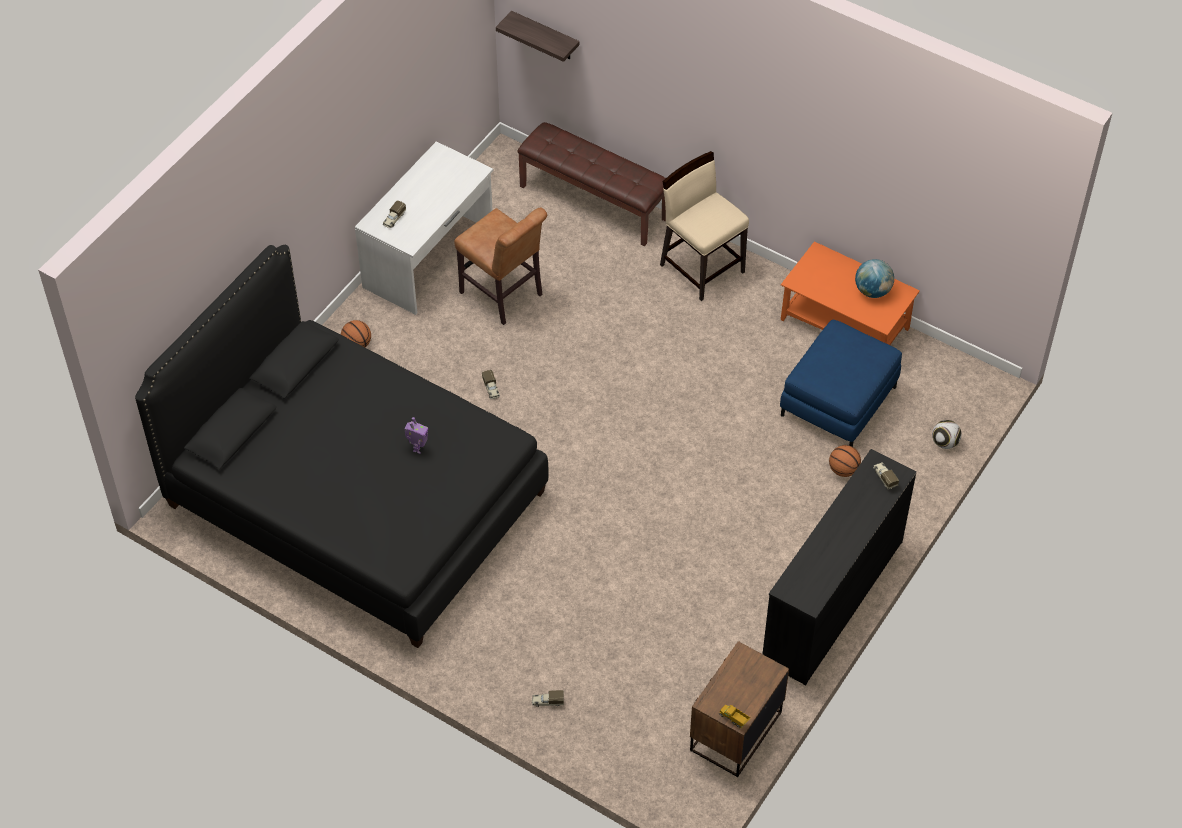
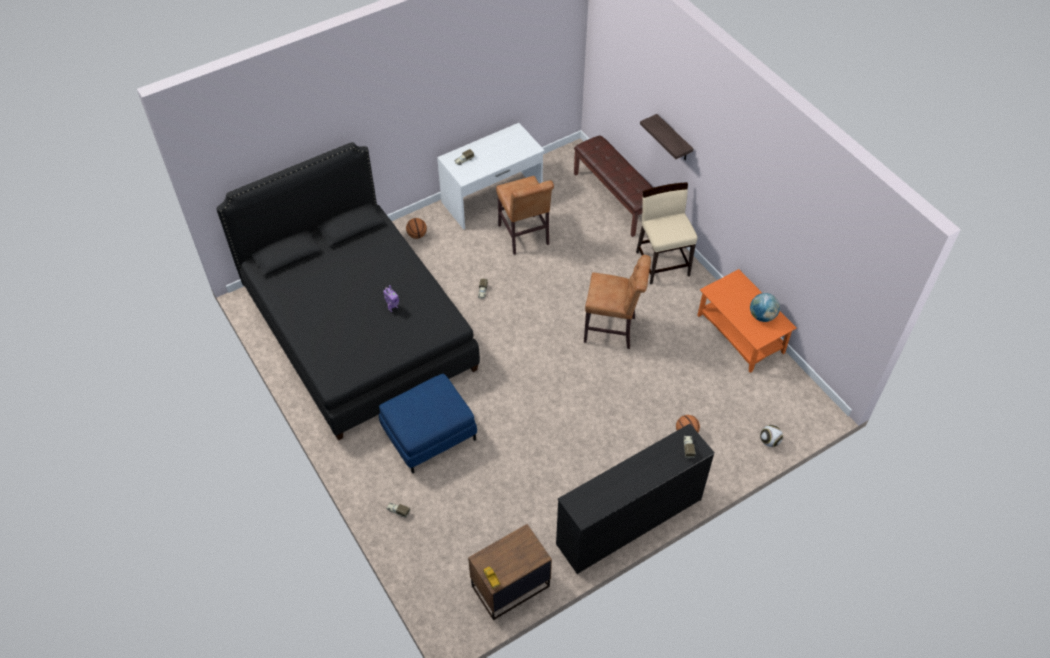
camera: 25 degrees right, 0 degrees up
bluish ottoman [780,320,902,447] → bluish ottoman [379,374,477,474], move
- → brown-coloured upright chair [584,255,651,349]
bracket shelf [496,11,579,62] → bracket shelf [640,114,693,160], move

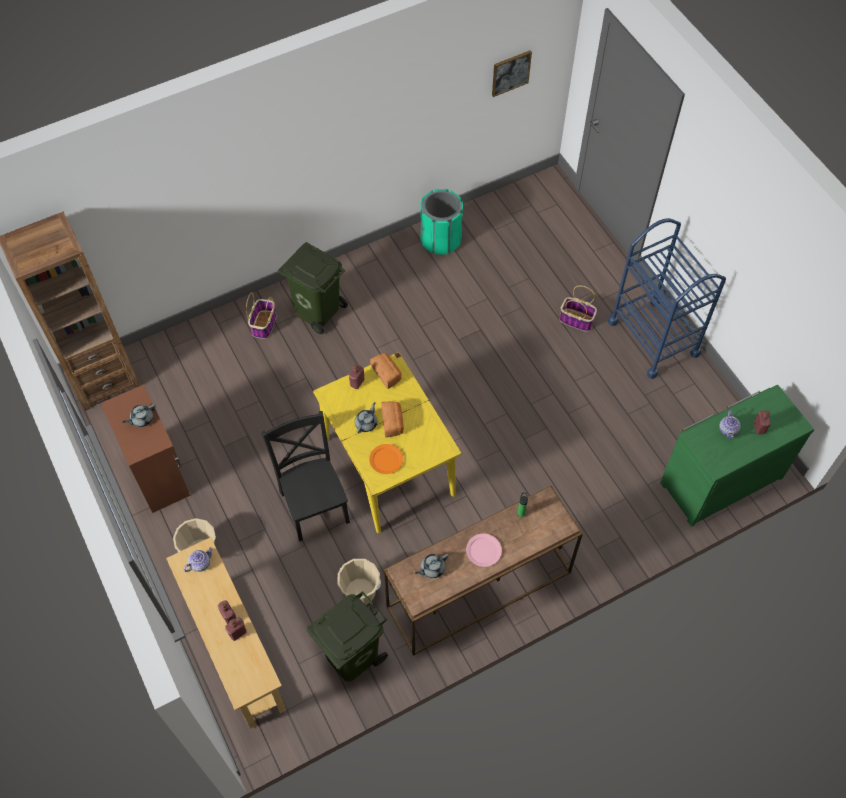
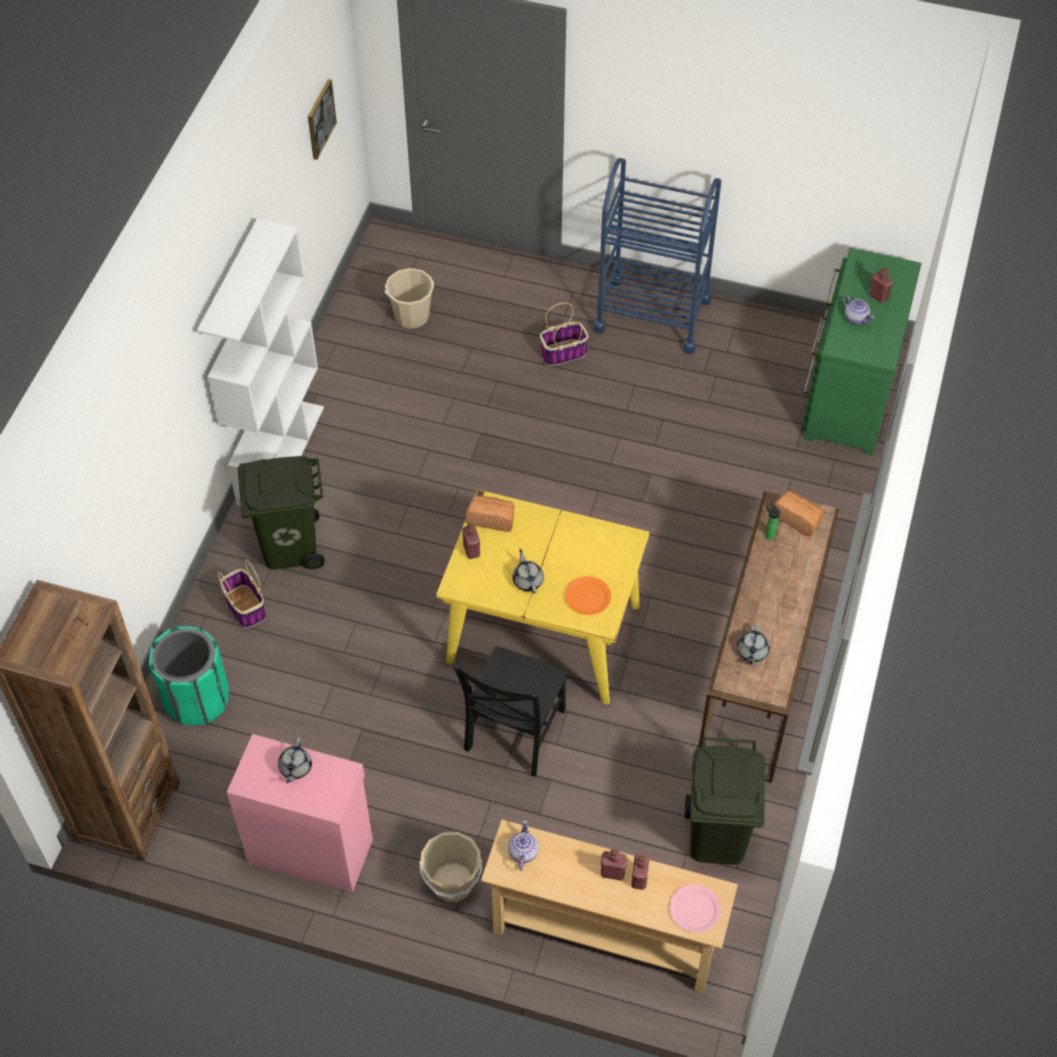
camera: 45 degrees left, 5 degrees down
green rubbish bin [420,189,463,255] → green rubbish bin [149,626,229,725], move
- → whitish shelving unit [197,219,324,506]
brown-coloured cabinet [101,384,190,513] → pinkish cabinet [227,734,373,893]
beige bucket [337,559,381,605] → beige bucket [384,268,434,329], move
black-coloured upright chair [261,411,350,542] → black-coloured upright chair [452,646,568,776], 90 degrees counterclockwise
pinkish plate [466,533,502,567] → pinkish plate [670,884,721,933], move
baked bread [381,401,404,438] → baked bread [774,491,823,537], move

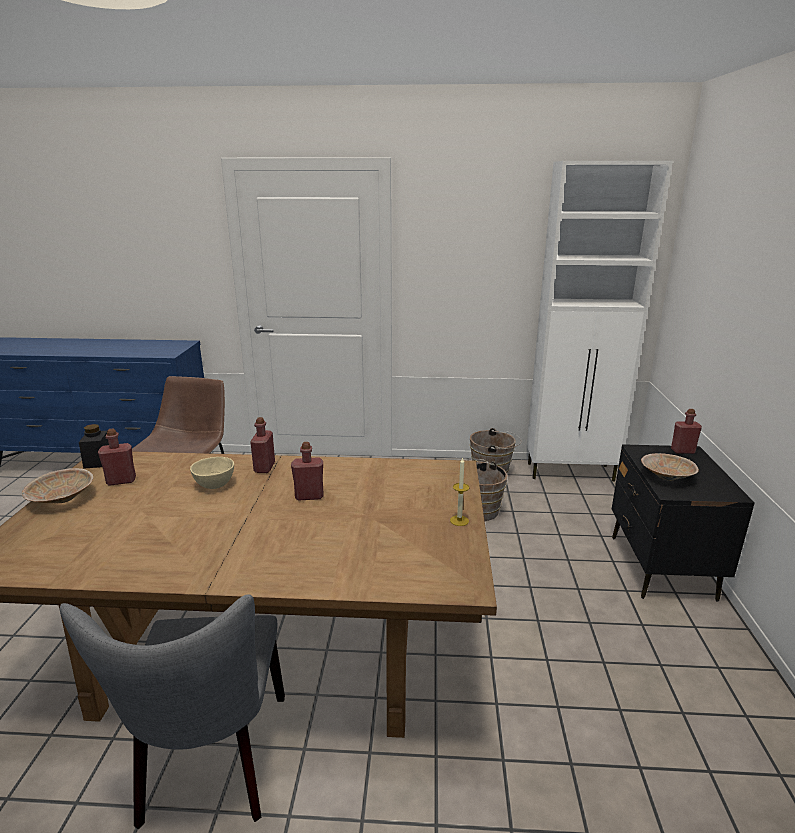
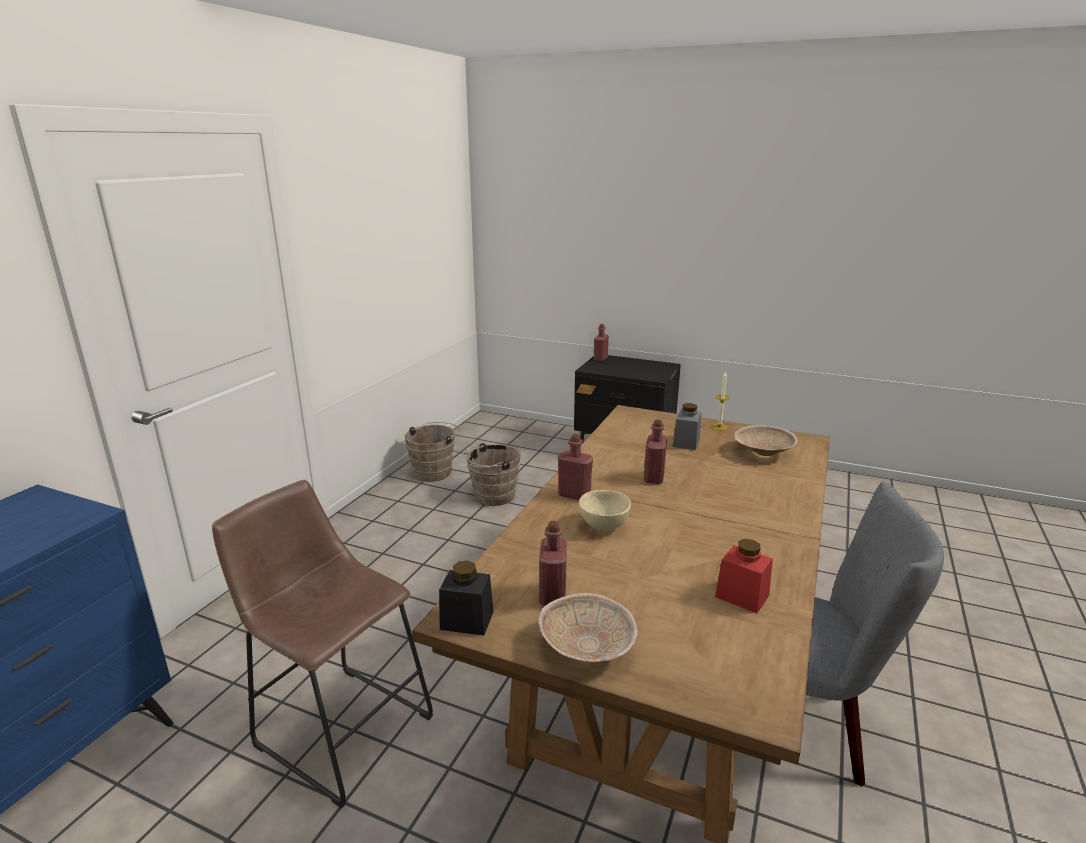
camera: 70 degrees left, 0 degrees up
- → greyish preserve jar [673,403,702,450]
- → reddish preserve jar [715,539,773,613]
beige bowl [641,453,699,481] → beige bowl [734,425,798,456], move
whitish cabinet [527,161,673,481] → -

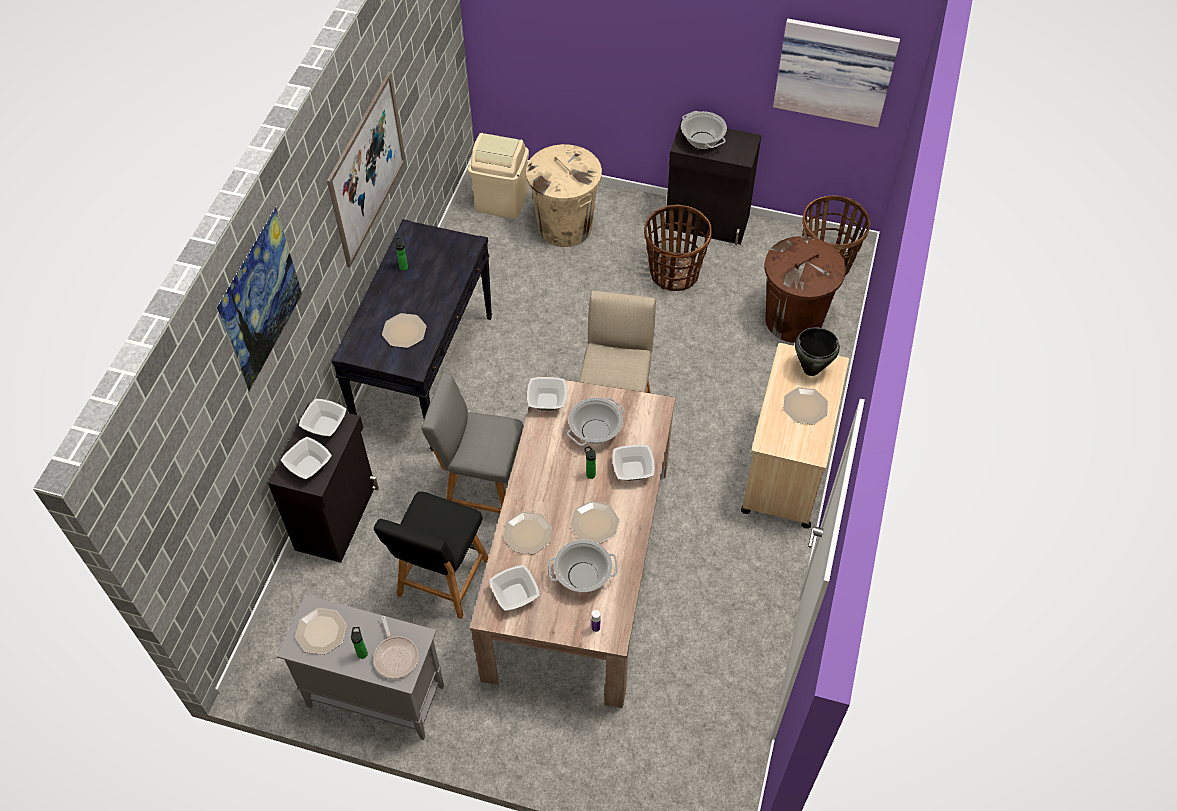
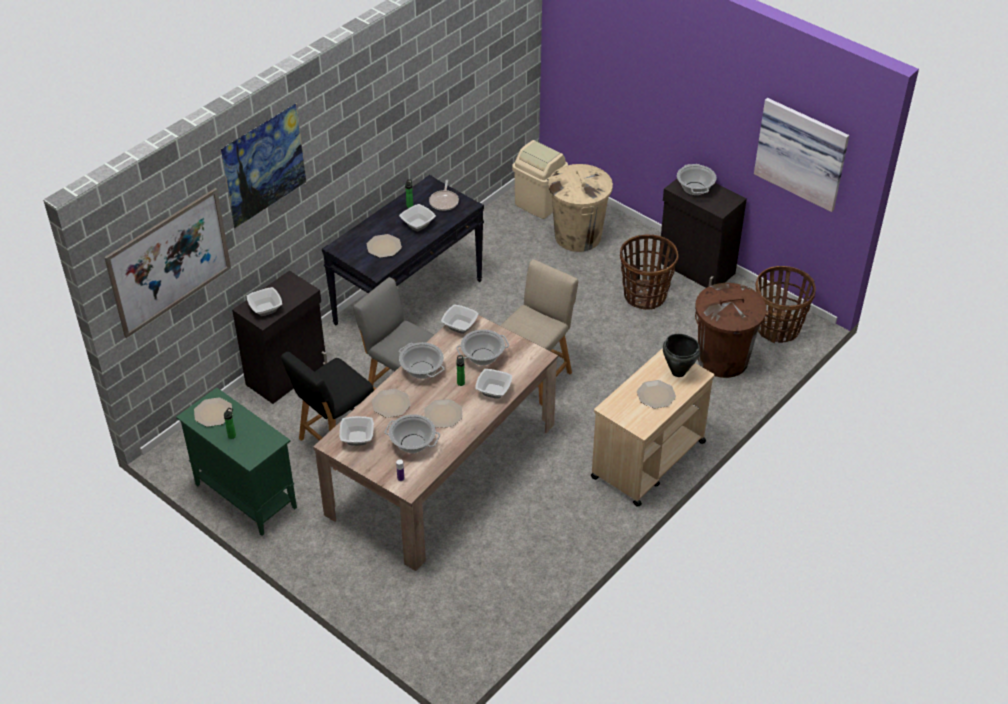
camera: 25 degrees right, 10 degrees down
wall picture [327,71,406,267] → wall picture [104,188,231,338], move
greyish cabinet [277,595,444,740] → green cabinet [176,388,297,536]
bowl [299,399,346,437] → bowl [399,204,436,232], move
- → stockpot [399,342,444,379]
pan [373,616,419,679] → pan [429,180,459,211], move

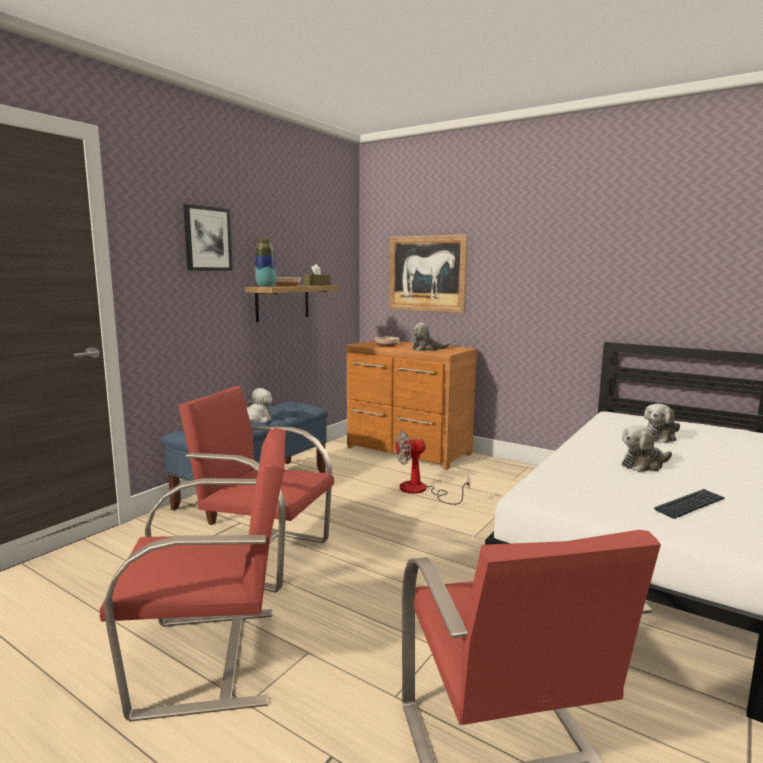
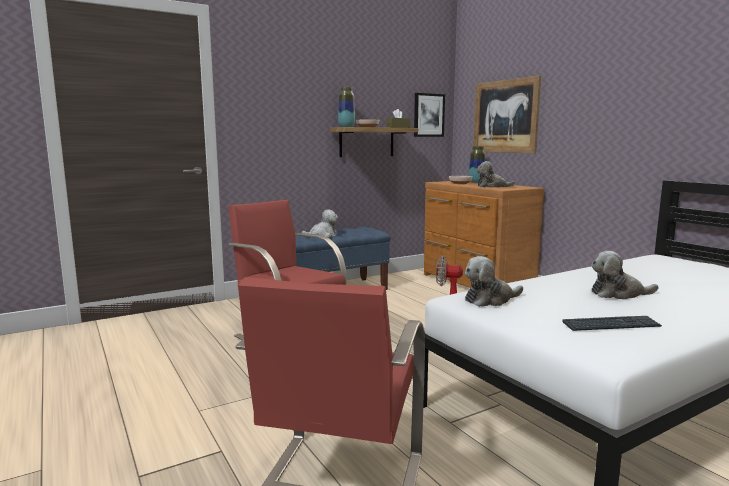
camera: 25 degrees right, 0 degrees up
wall picture [183,204,233,271] → wall picture [414,93,445,137], move
soft toy [644,404,680,443] → soft toy [465,256,523,307], move
- → vase [469,146,485,183]
reddish upright chair [100,428,286,722] → -

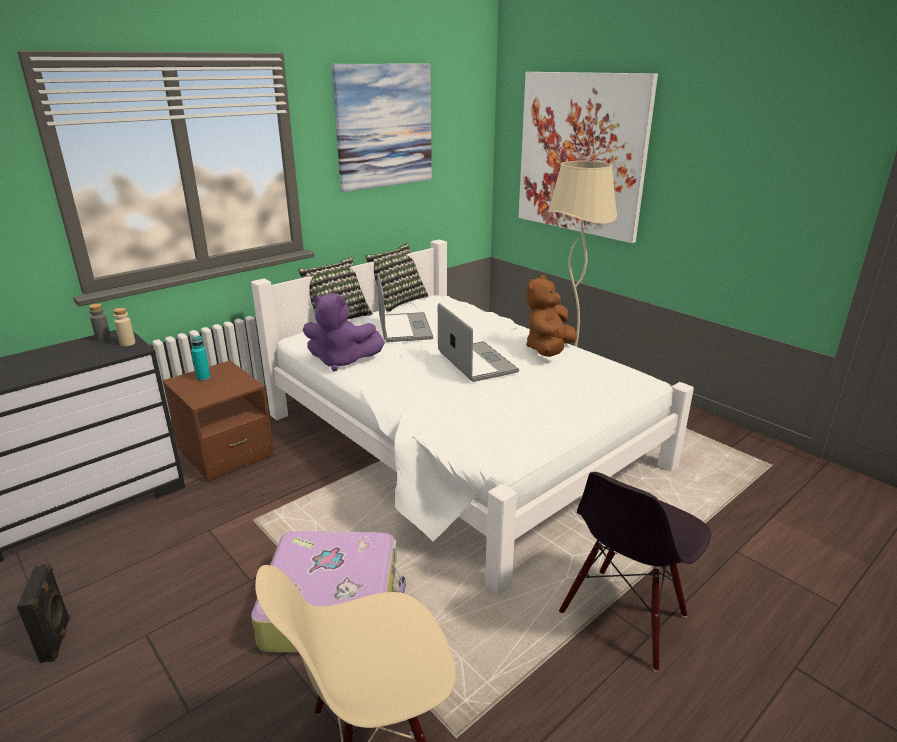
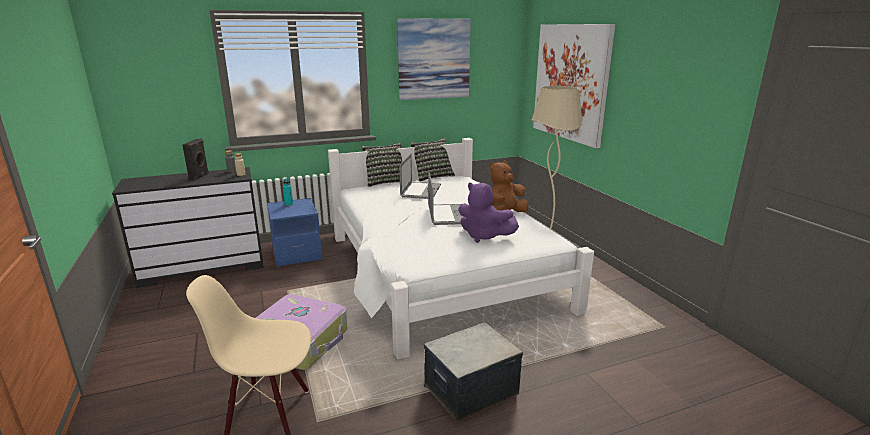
camera: 20 degrees right, 5 degrees down
black-coloured audio speaker [17,563,70,663] → black-coloured audio speaker [182,139,209,181], move
brown-coloured night table [162,361,274,481] → bluish night table [267,198,322,267]
black-coloured upright chair [559,472,711,672] → storage container [424,322,523,422]
purple soft toy [303,293,385,371] → purple soft toy [458,183,519,243], move

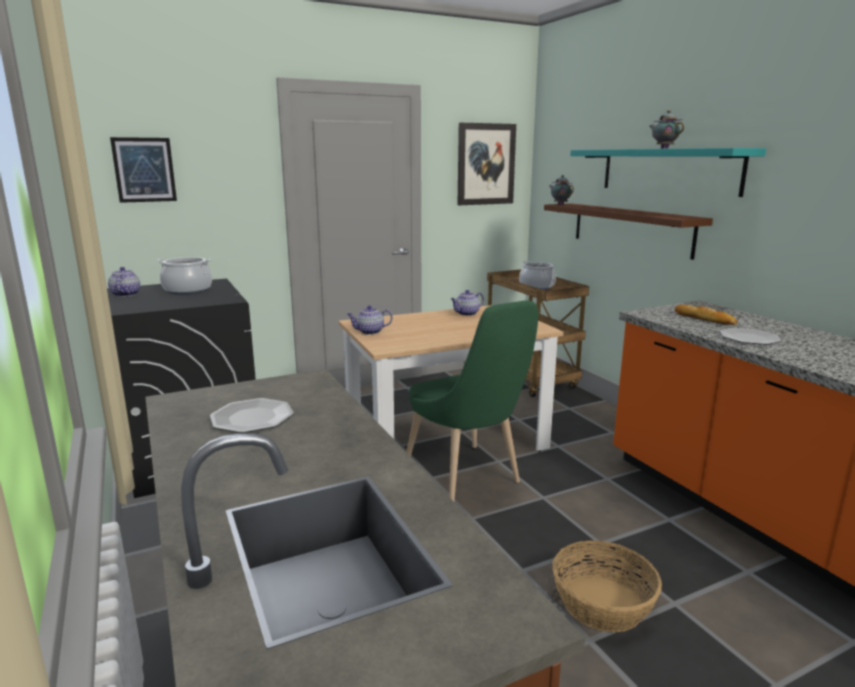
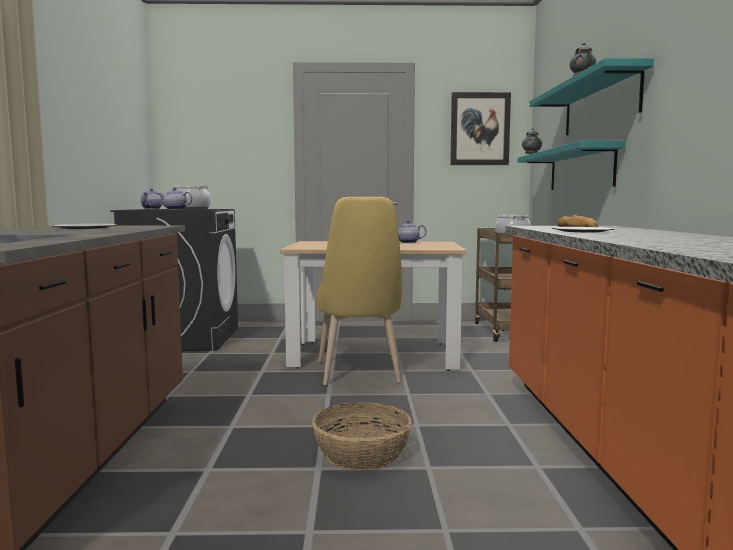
camera: 25 degrees right, 10 degrees down
teapot [347,305,393,335] → teapot [158,188,192,210], move
green upright chair [406,300,539,501] → yellowish upright chair [316,197,402,385]
brown-coloured bracket shelf [544,203,713,260] → turquoise bracket shelf [518,141,625,190]
wall picture [110,137,177,203] → -

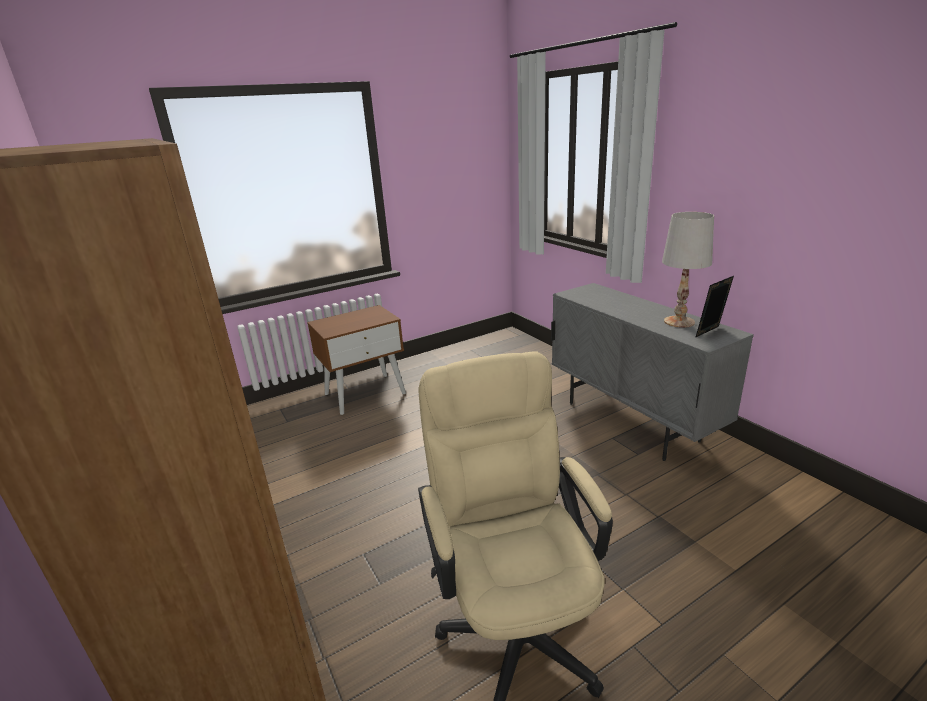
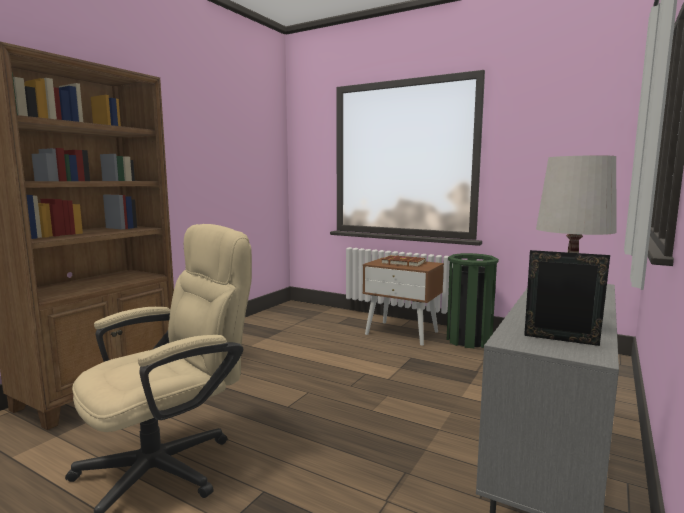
camera: 60 degrees right, 15 degrees down
- → brown-coloured volume [381,255,425,267]
- → green rubbish bin [447,253,499,348]

